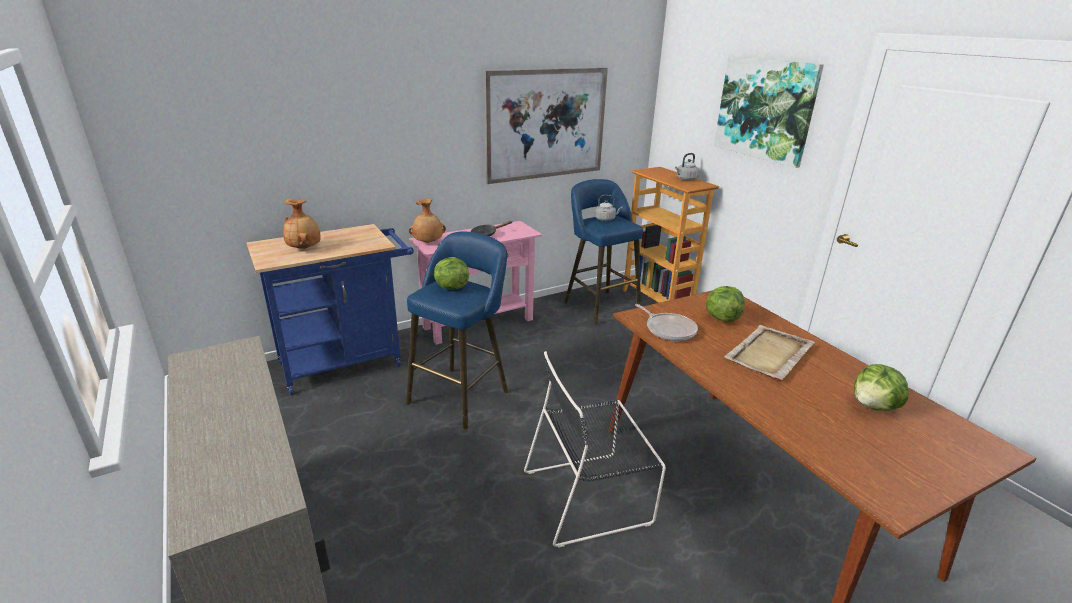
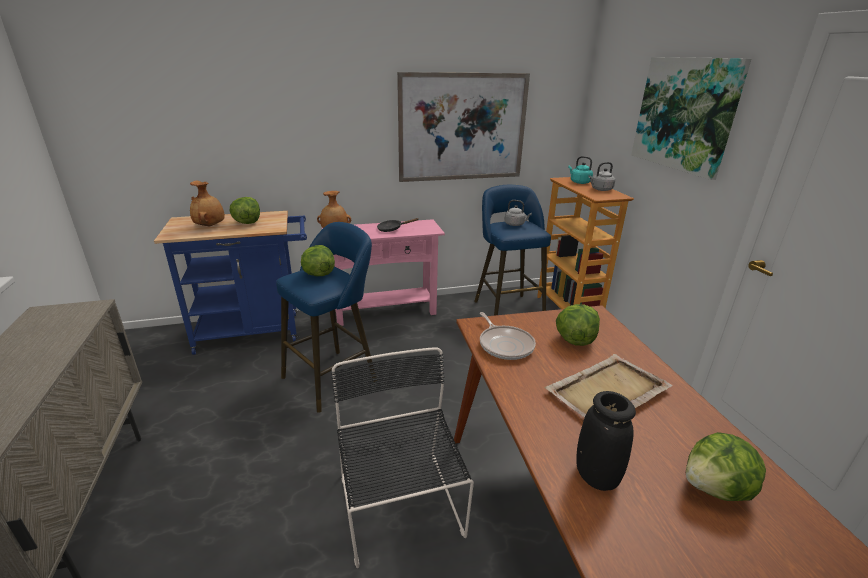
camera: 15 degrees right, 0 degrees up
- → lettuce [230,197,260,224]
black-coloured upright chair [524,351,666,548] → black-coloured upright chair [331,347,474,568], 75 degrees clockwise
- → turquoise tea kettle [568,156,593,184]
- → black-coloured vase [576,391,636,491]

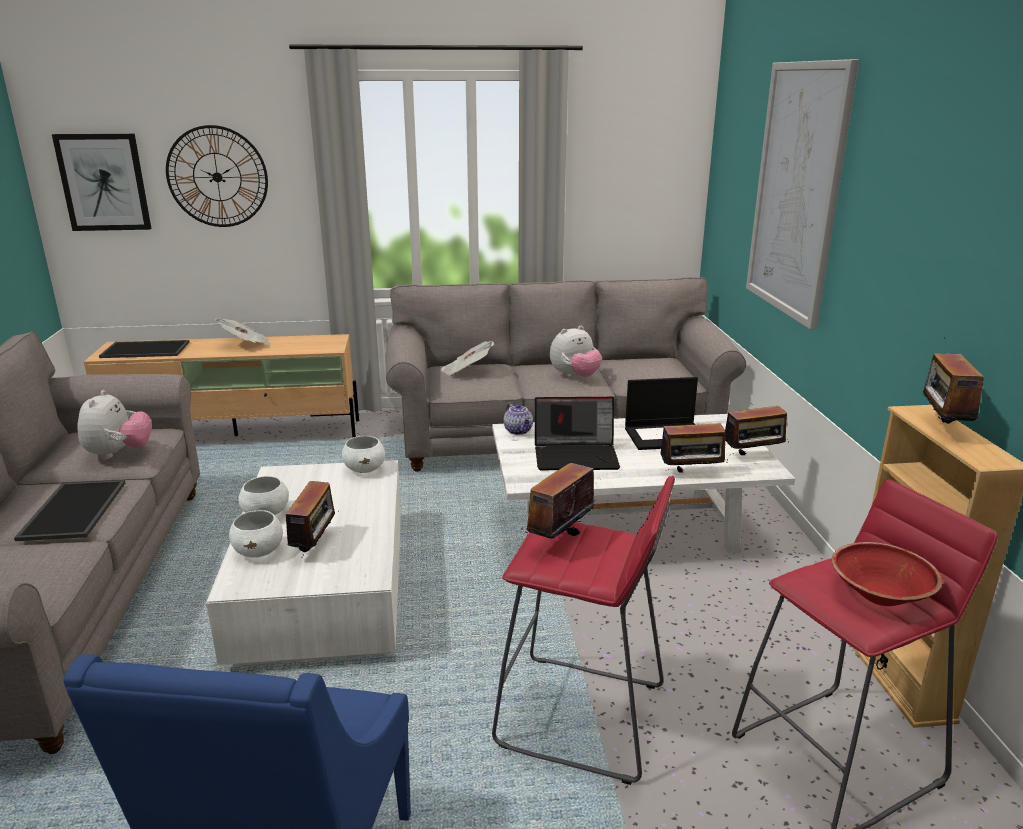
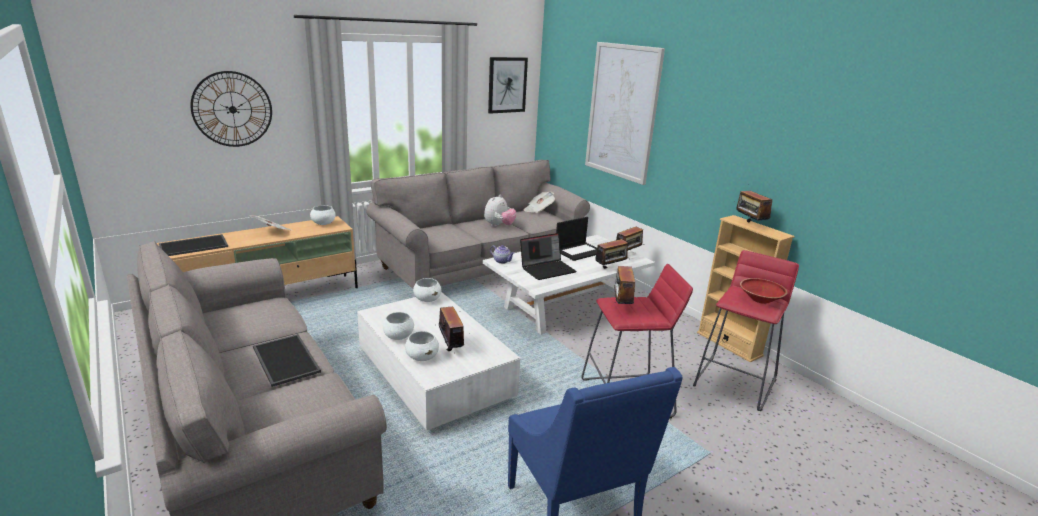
camera: 30 degrees left, 0 degrees up
- → whitish bowl [310,205,336,225]
wall picture [52,134,151,231] → wall picture [488,57,528,114], move
newspaper [441,341,494,376] → newspaper [524,192,555,213], move
soft toy [77,390,152,459] → -

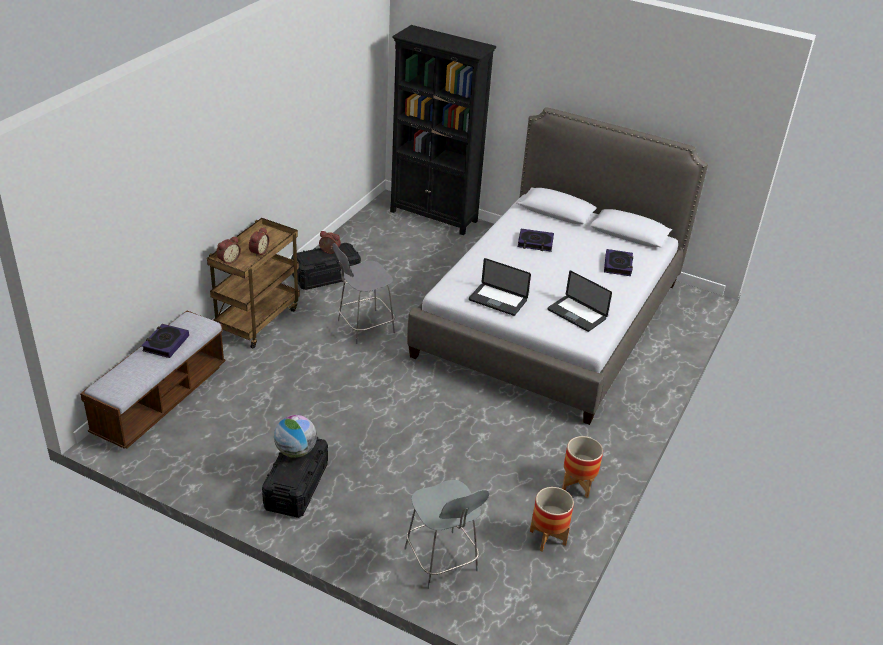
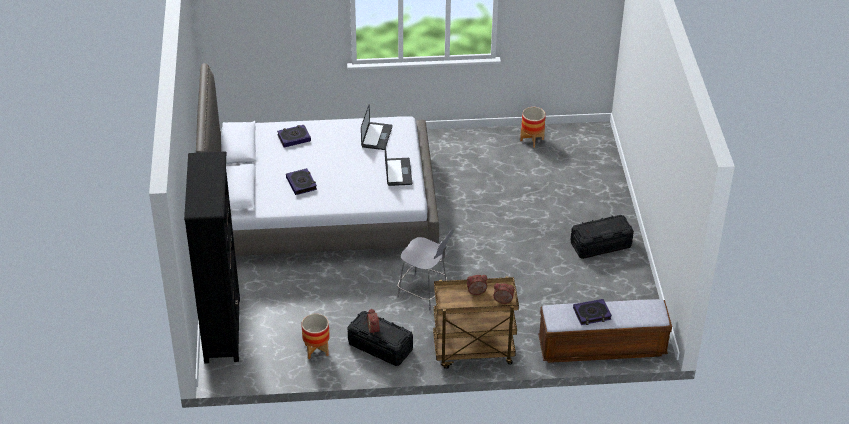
camera: 120 degrees left, 5 degrees up
planter [562,436,603,498] → planter [301,314,330,359], move
world globe [274,415,317,458] → -
greyish upright chair [404,480,489,589] → -

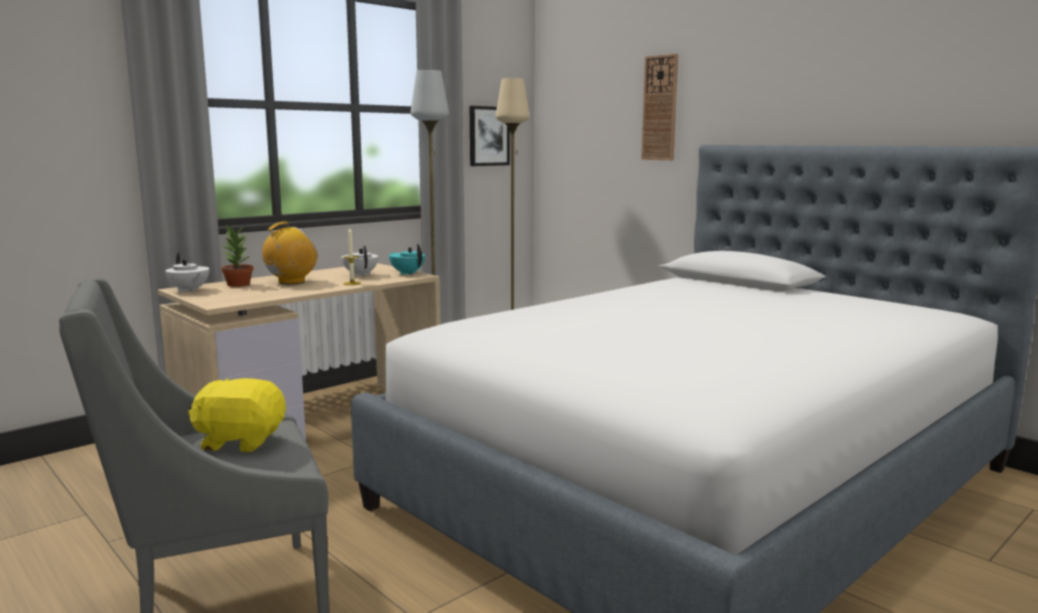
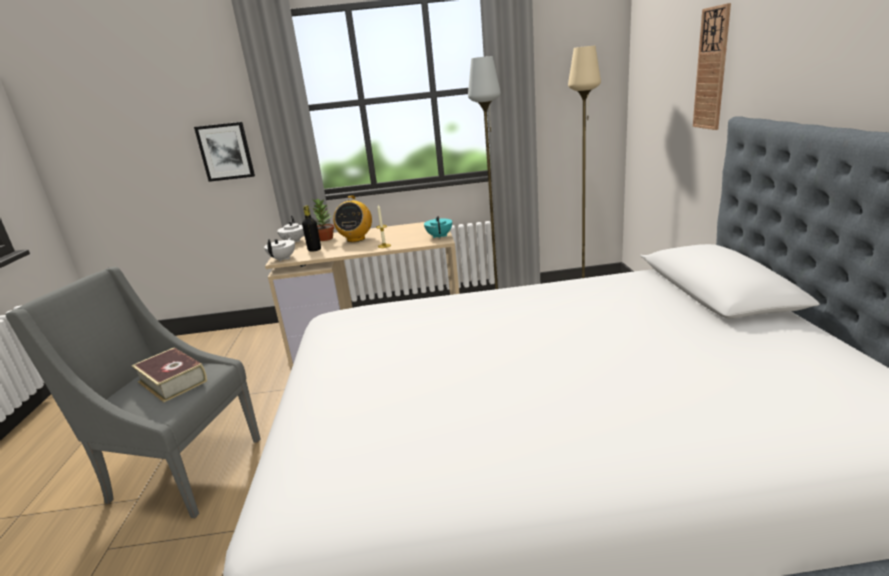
camera: 40 degrees right, 10 degrees up
yellowish soft toy [188,378,286,452] → volume [132,347,207,402]
wall picture [470,106,510,166] → wall picture [194,122,255,182], move
whitish teapot [341,246,378,276] → whitish teapot [264,238,295,262], move
- → black-coloured drink bottle [302,205,321,251]
radio receiver [262,222,318,284] → radio receiver [333,195,372,242], 105 degrees clockwise

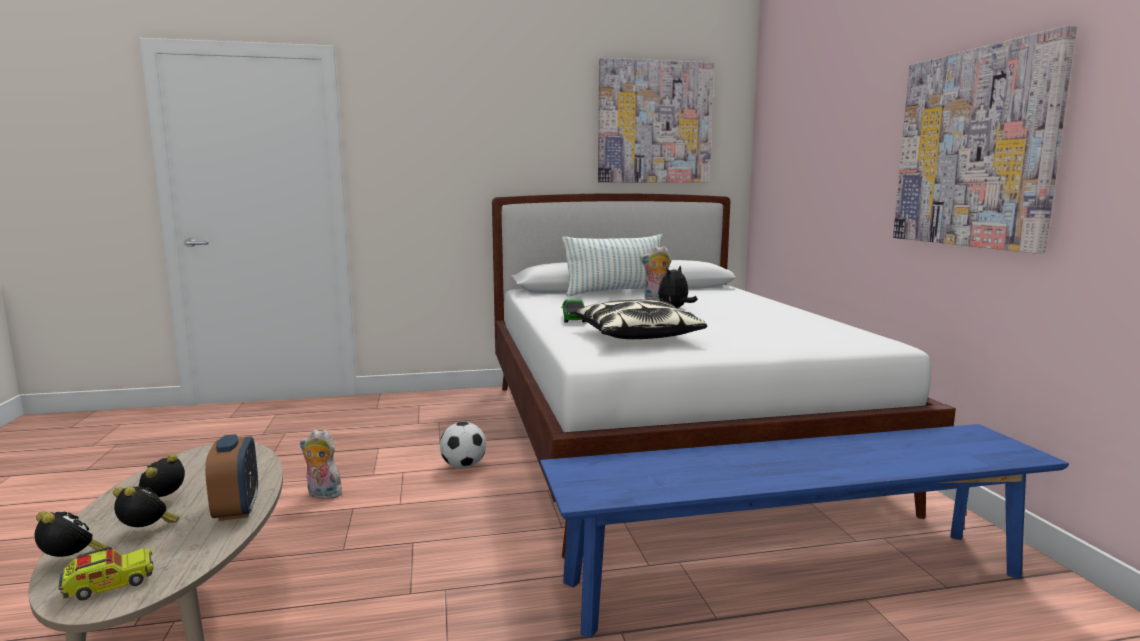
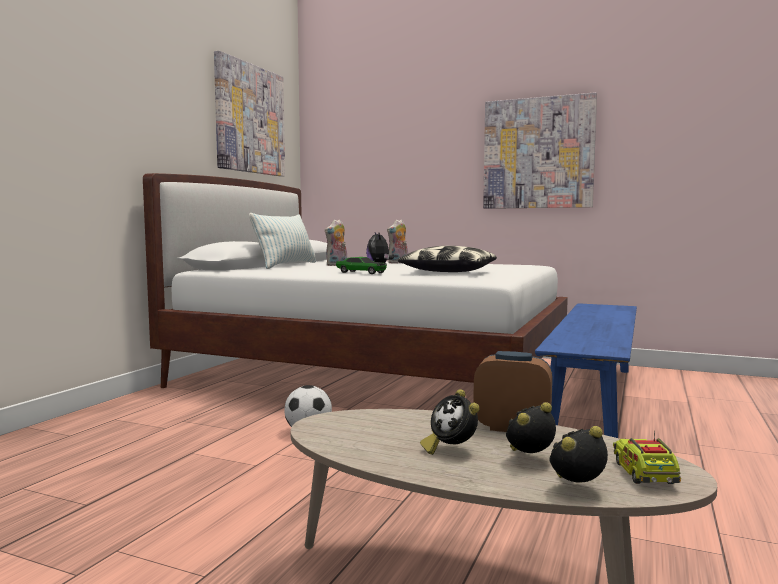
camera: 55 degrees left, 5 degrees down
soft toy [300,429,342,499] → soft toy [387,220,408,264], move

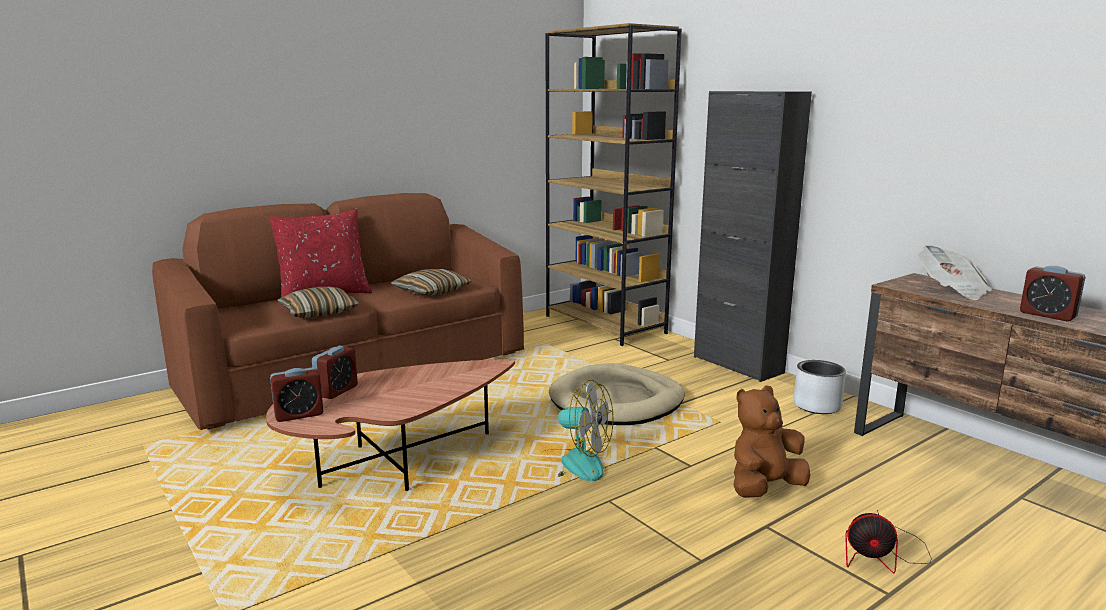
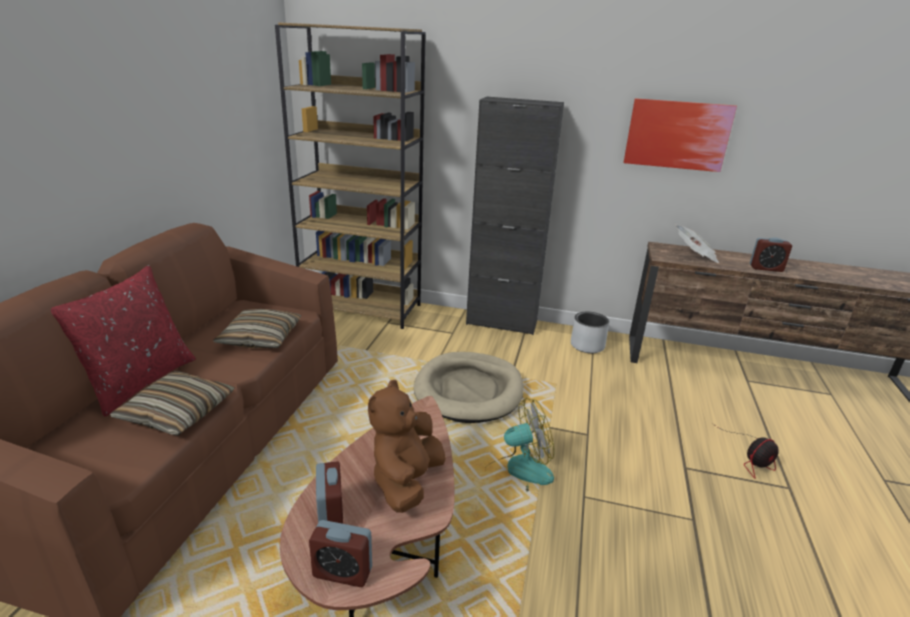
camera: 40 degrees left, 10 degrees up
table clock [270,367,323,422] → table clock [309,520,372,587], 75 degrees clockwise
brown-coloured soft toy [734,385,810,498] → brown-coloured soft toy [368,380,446,513], move
- → wall picture [624,98,737,172]

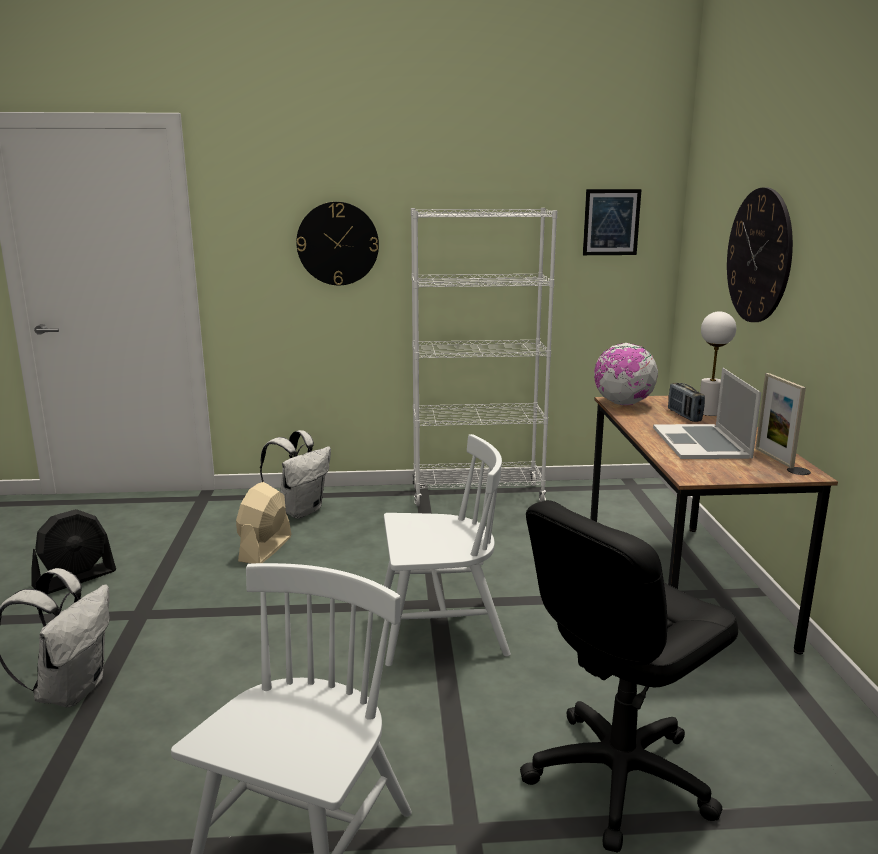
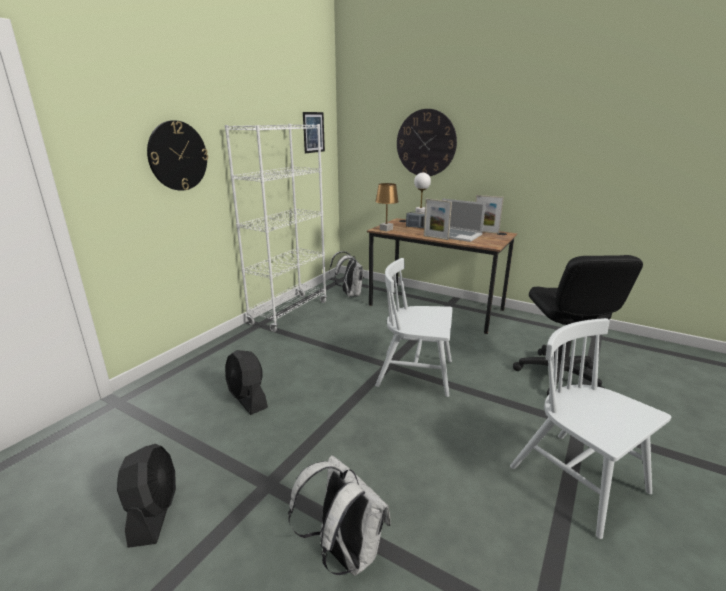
camera: 55 degrees left, 5 degrees up
beige cooling fan [236,482,291,564] → black-coloured cooling fan [225,350,268,415]
whitish knapsack [260,430,331,519] → whitish knapsack [329,251,364,297], move
world globe [594,343,658,405] → brown-coloured lamp for a table [375,183,399,231]
whitish upright chair [384,434,511,667] → whitish upright chair [375,258,453,397], 105 degrees counterclockwise
- → picture frame [424,198,452,240]

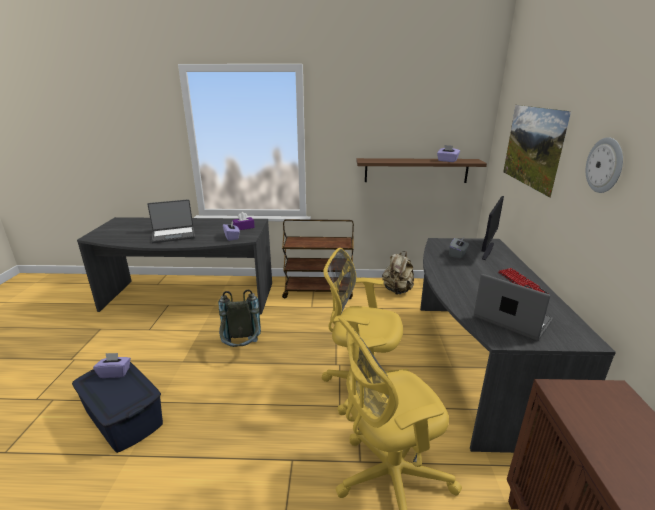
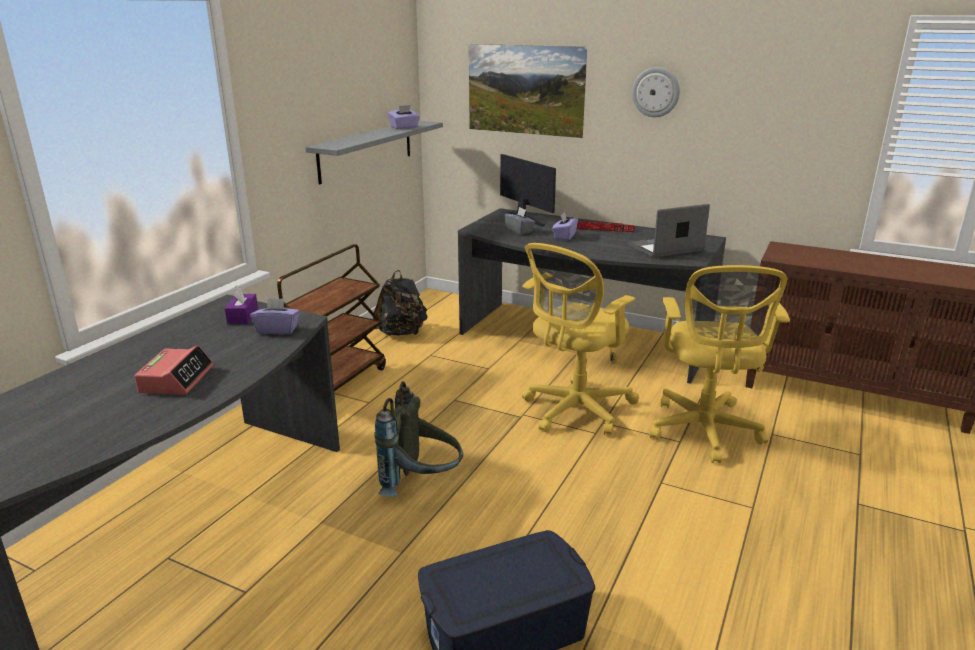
camera: 65 degrees left, 0 degrees up
notebook computer [147,199,195,243] → table clock [134,345,214,395]
brown-coloured bracket shelf [356,158,487,183] → greyish bracket shelf [305,121,443,184]
beige knapsack [382,251,414,295] → black-coloured knapsack [373,270,428,336]
purple tissue box [93,353,131,378] → purple tissue box [552,212,578,240], move

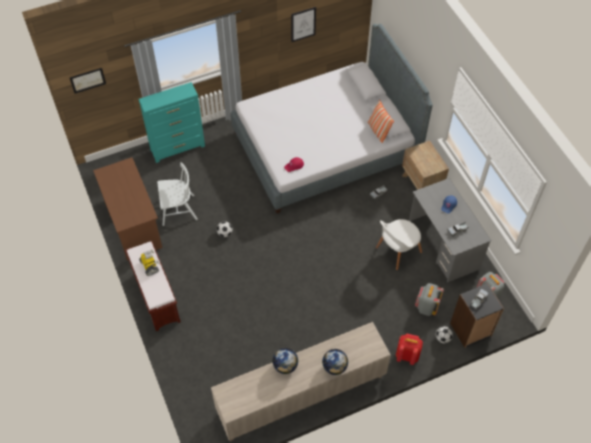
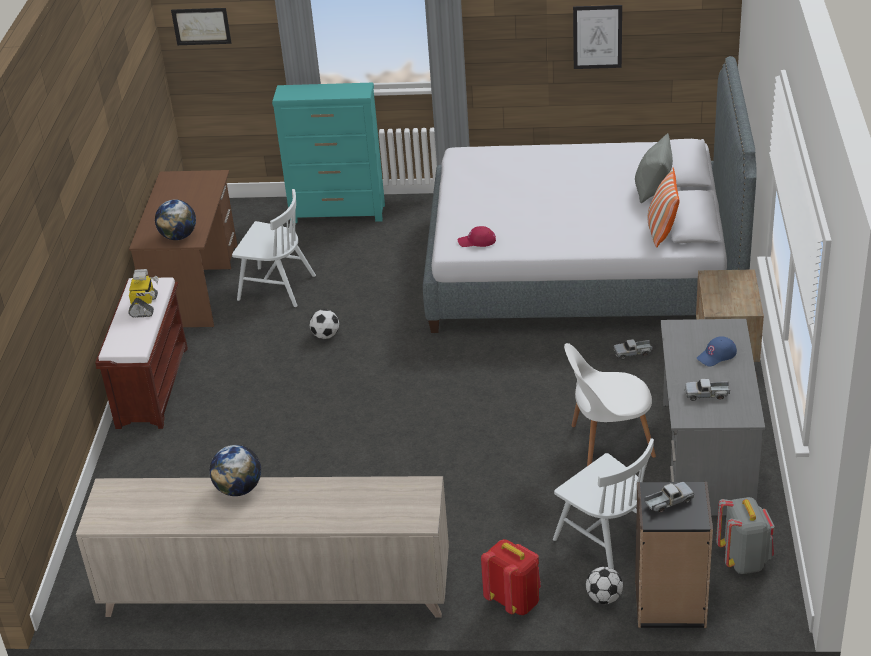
camera: 30 degrees right, 20 degrees down
world globe [322,349,348,375] → world globe [155,200,196,240], move
greyish knapsack [415,283,444,316] → whitish upright chair [553,438,654,569]
- → greyish pillow [635,133,673,203]

